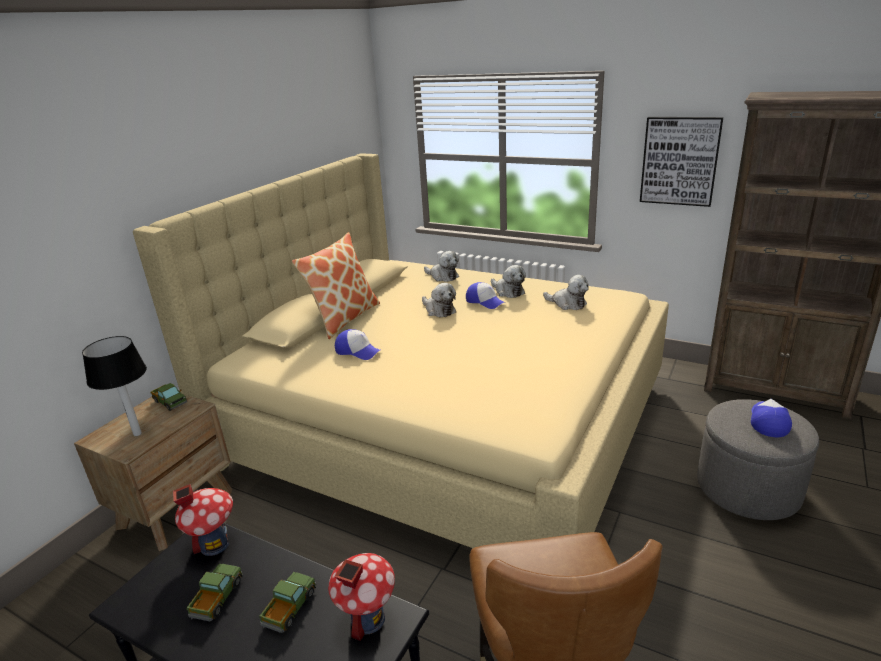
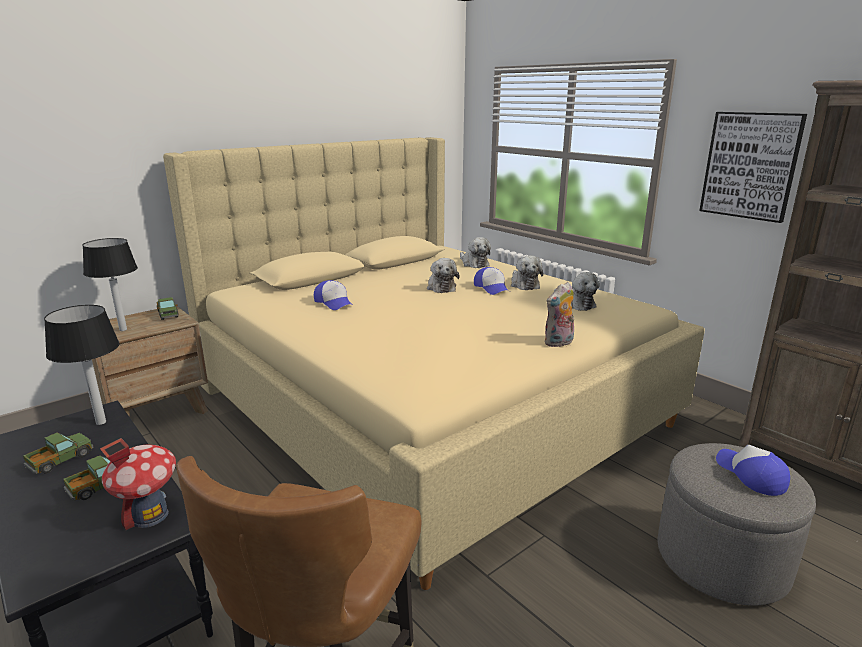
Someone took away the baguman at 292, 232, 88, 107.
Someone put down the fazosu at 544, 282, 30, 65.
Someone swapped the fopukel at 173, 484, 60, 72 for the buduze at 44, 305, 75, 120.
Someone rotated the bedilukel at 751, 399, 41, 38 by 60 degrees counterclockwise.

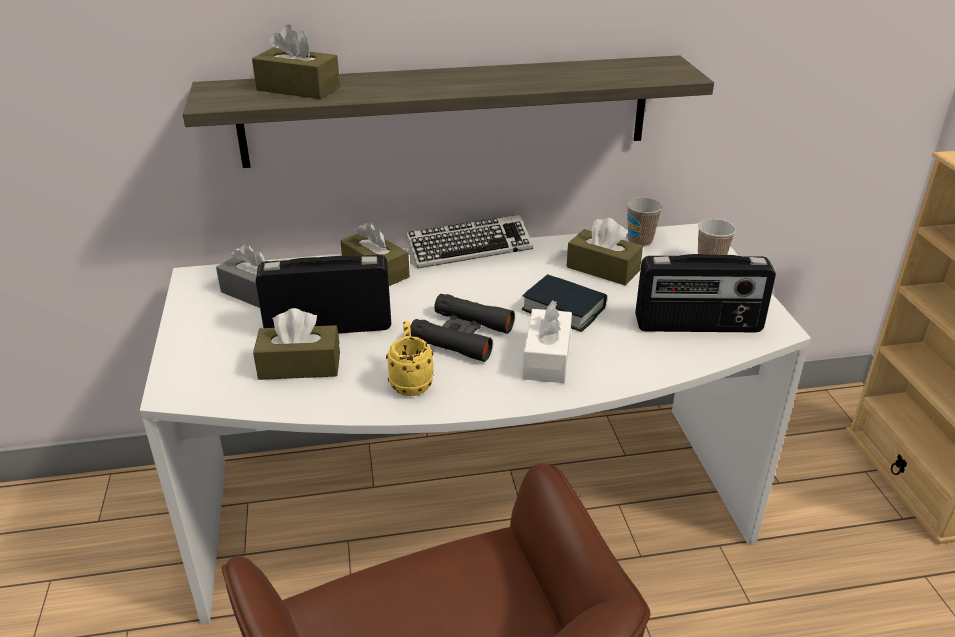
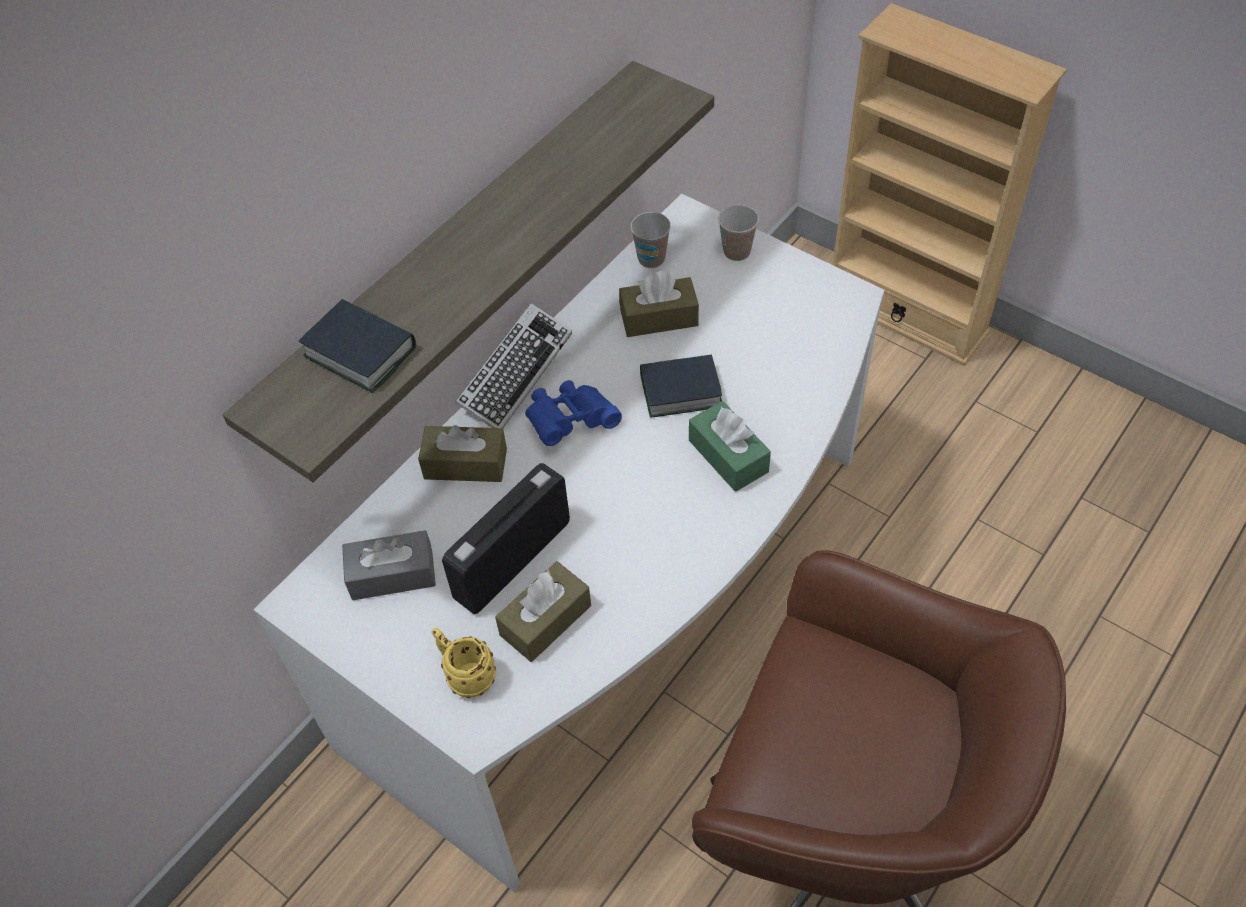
Someone took away the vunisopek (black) at 410, 294, 105, 68.
Someone took away the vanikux at 635, 254, 141, 78.
Someone put down the vunisopek (blue) at 525, 380, 97, 66.
Someone carried the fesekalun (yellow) from 386, 321, 48, 75 to 431, 628, 65, 70.
Someone swapped the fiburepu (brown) at 252, 24, 88, 75 for the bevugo at 299, 299, 117, 94.
Someone repainted the fiburepu (white) at 523, 300, 49, 83, which became the fiburepu (green) at 689, 401, 82, 91.

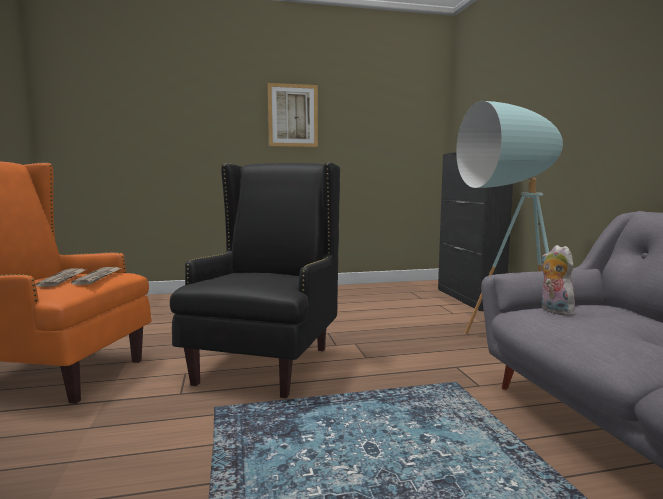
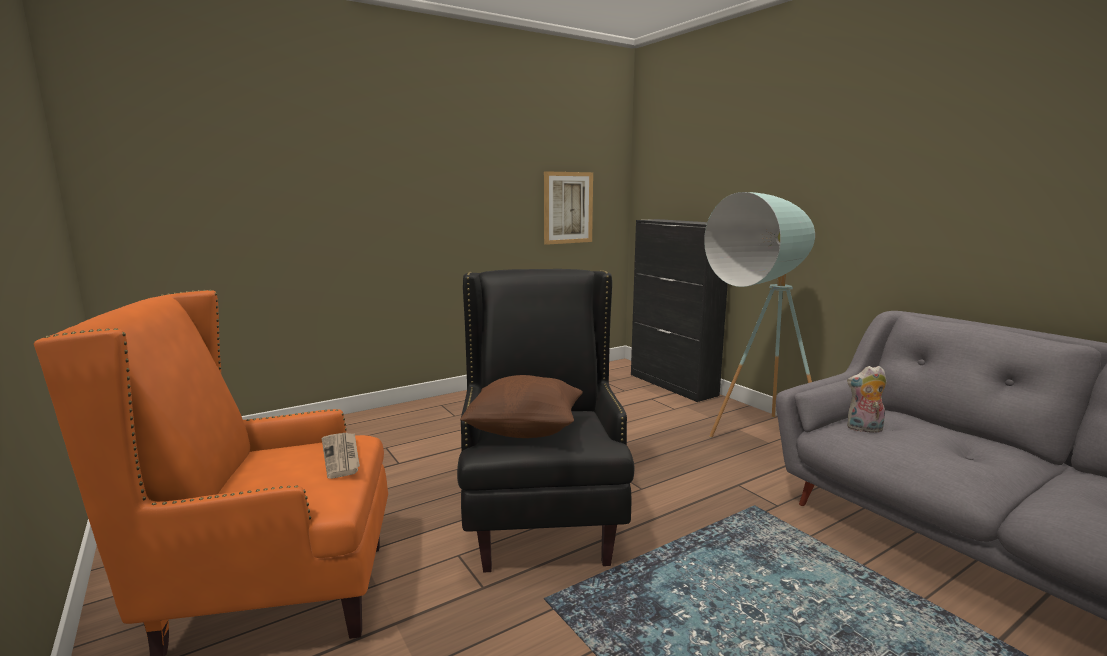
Someone took away the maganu at 36, 268, 52, 19.
Someone put down the baguman (brown) at 460, 375, 123, 63.
Someone carried the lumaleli from 268, 83, 50, 64 to 544, 171, 49, 74.
Someone rotated the fazosu at 541, 245, 35, 71 by 45 degrees counterclockwise.

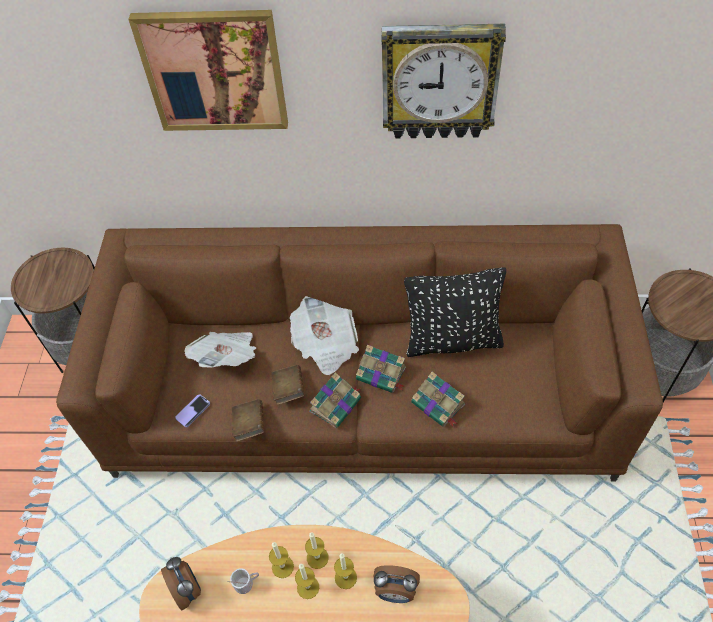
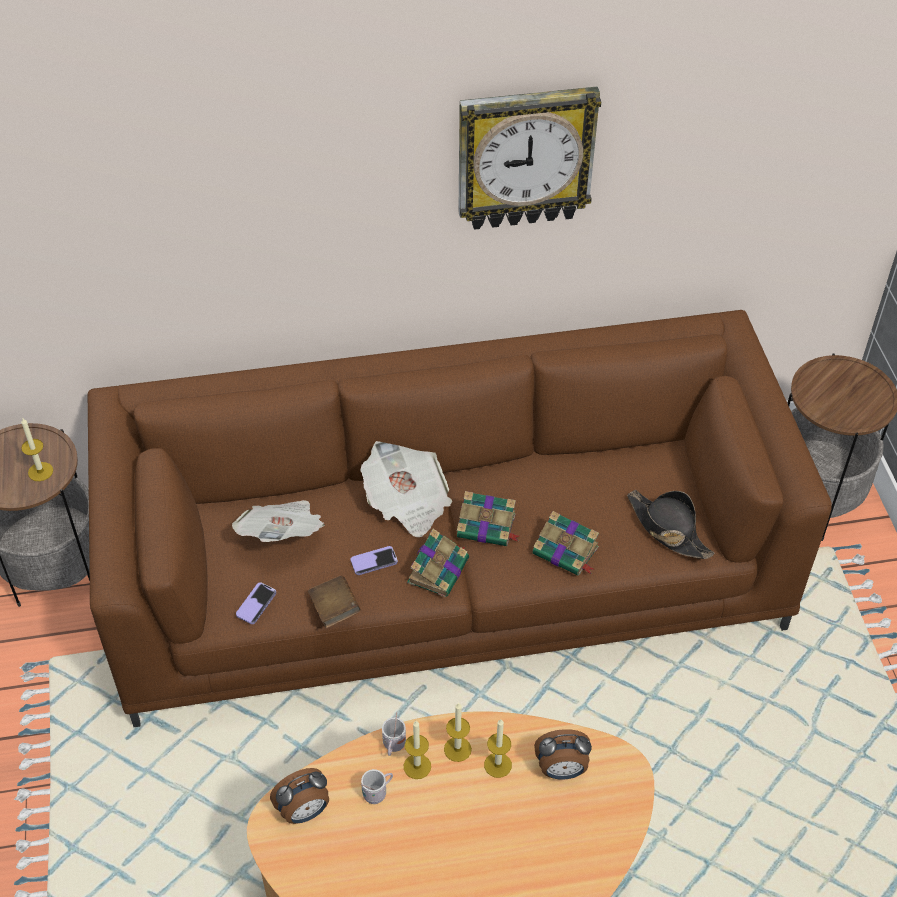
Someone took away the lumaleli at 128, 10, 160, 121.
Someone took away the baguman (black) at 404, 267, 102, 90.
Someone put down the fesekalun (white) at 382, 712, 24, 44.
Someone put down the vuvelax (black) at 627, 490, 88, 69.
Someone carried the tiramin from 295, 564, 24, 35 to 21, 417, 32, 64.
Someone swapped the bevugo (brown) at 271, 365, 33, 40 for the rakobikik at 351, 546, 47, 29.
Someone rotated the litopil at 161, 557, 40, 54 by 105 degrees clockwise.

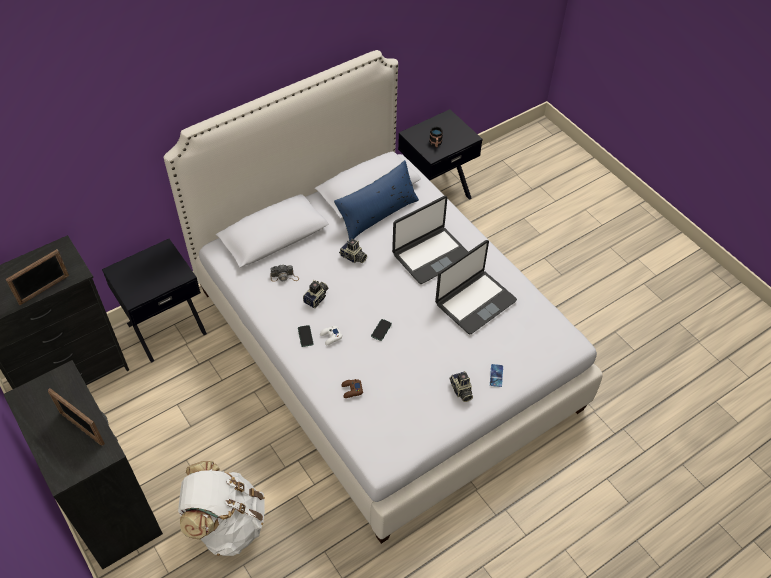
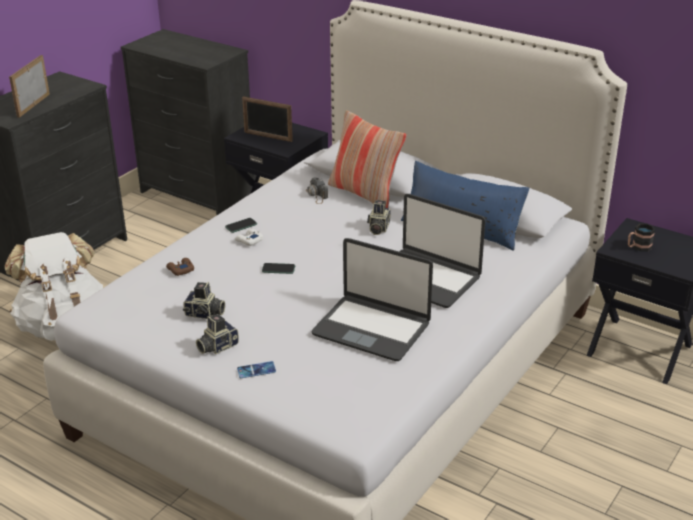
Someone put down the baguman at 328, 110, 78, 98.
Someone carried the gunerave from 6, 249, 63, 56 to 242, 96, 51, 46.
Someone carried the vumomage from 303, 280, 25, 28 to 183, 282, 42, 37.

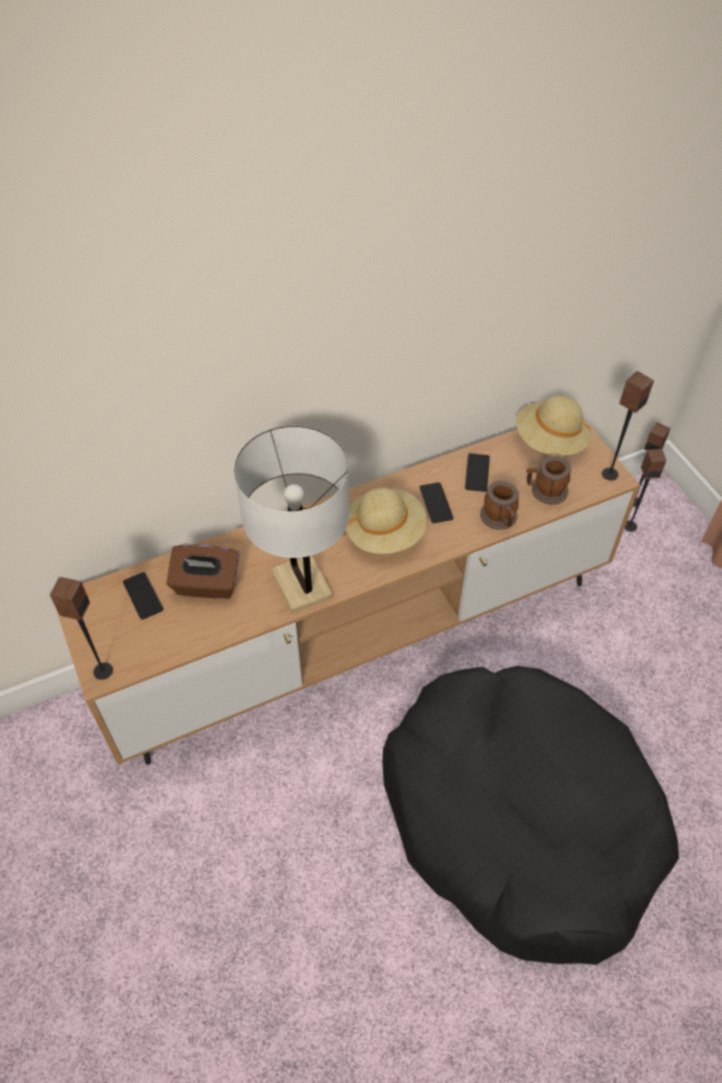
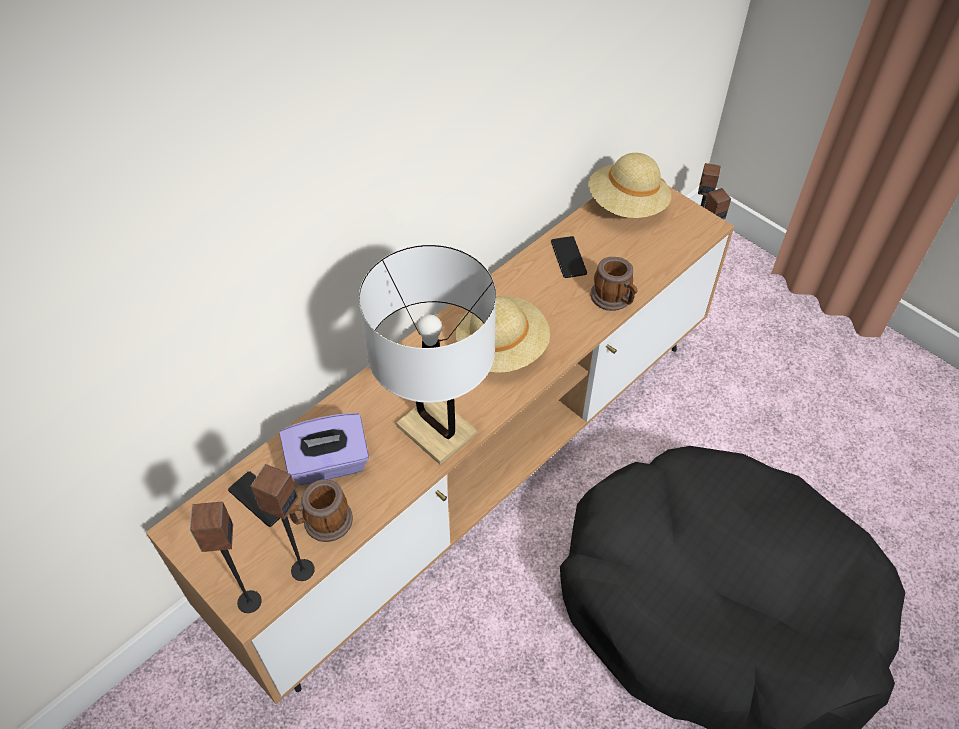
Someone took away the rakobikik at 419, 482, 34, 41.
Someone carried the fesekalun from 527, 456, 44, 49 to 288, 479, 65, 63.
Someone carried the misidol from 602, 371, 52, 110 to 251, 464, 64, 117.
Someone repainted the fiburepu (brown) at 166, 544, 74, 55, which became the fiburepu (purple) at 279, 413, 90, 72.

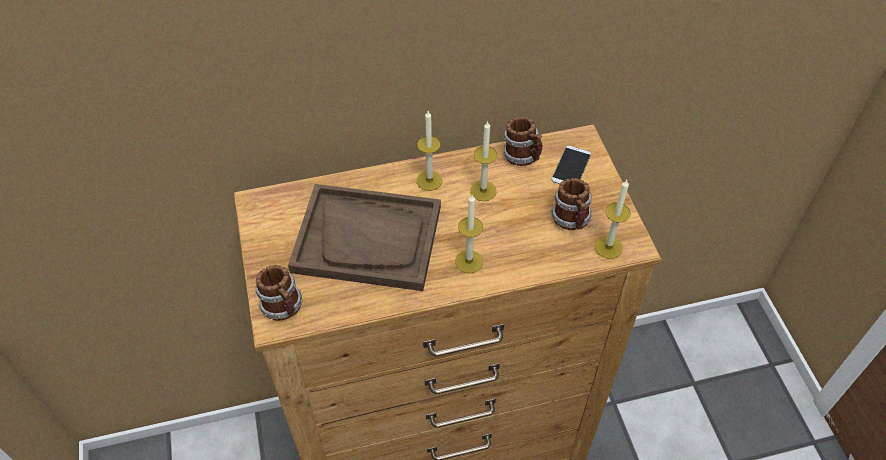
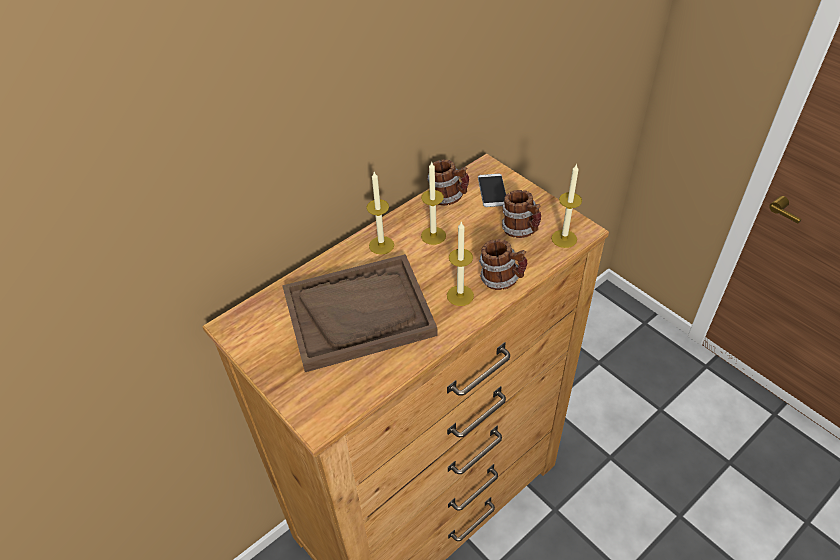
Someone carried the fesekalun from 255, 265, 47, 56 to 479, 239, 48, 51.

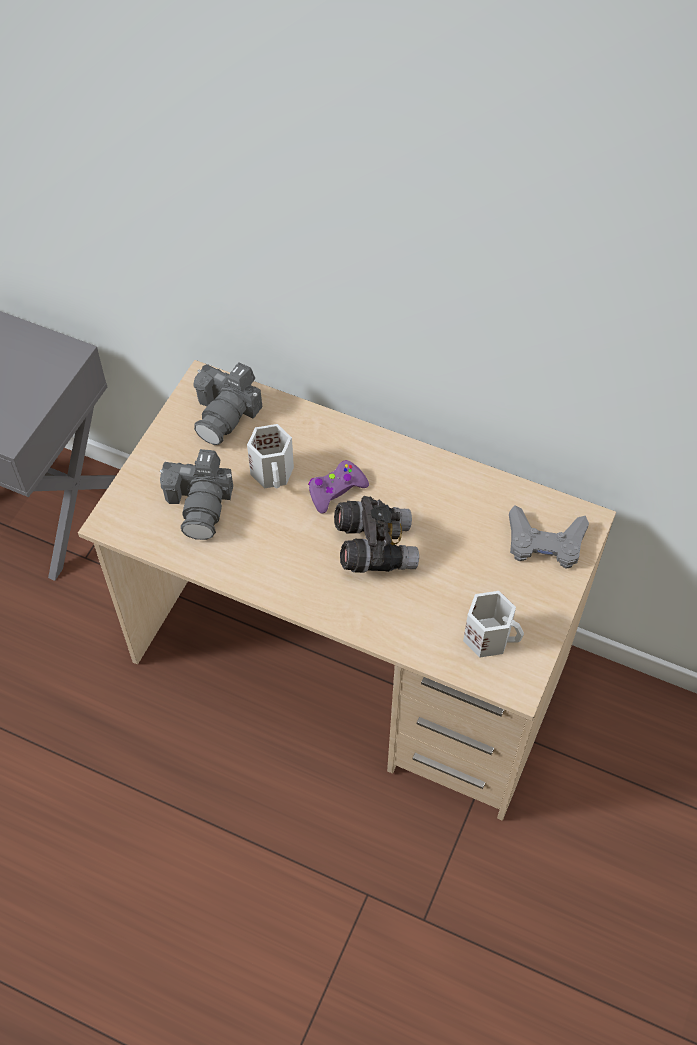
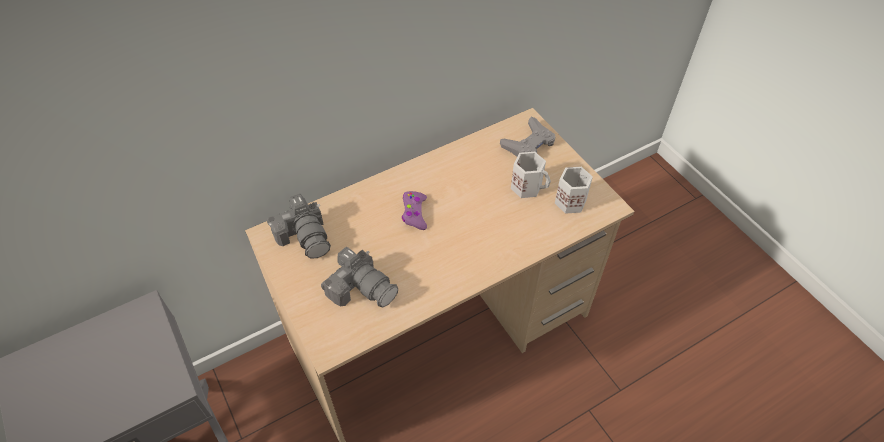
Someone took away the vunisopek (grey) at 334, 496, 85, 77.
Someone carried the fesekalun (white) from 247, 424, 47, 65 to 511, 152, 40, 46.

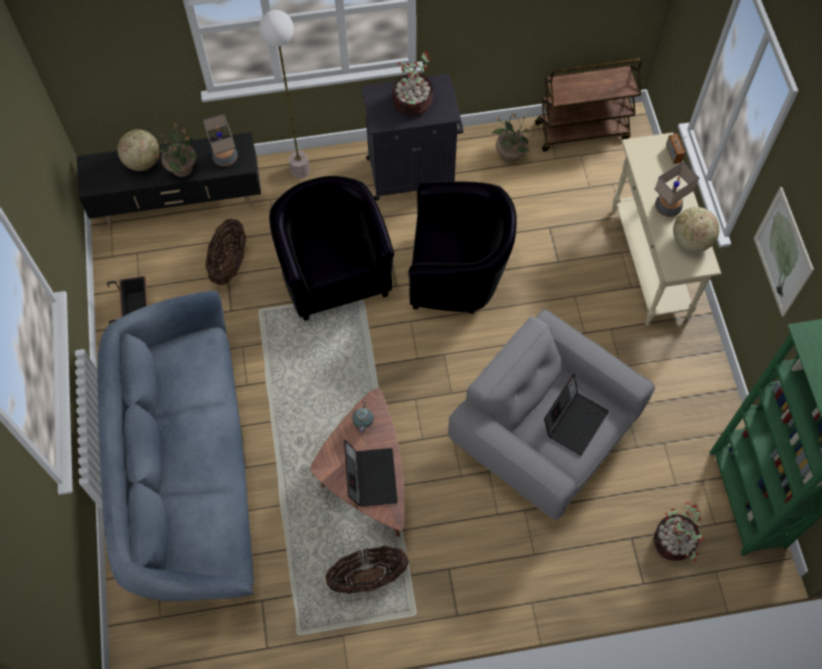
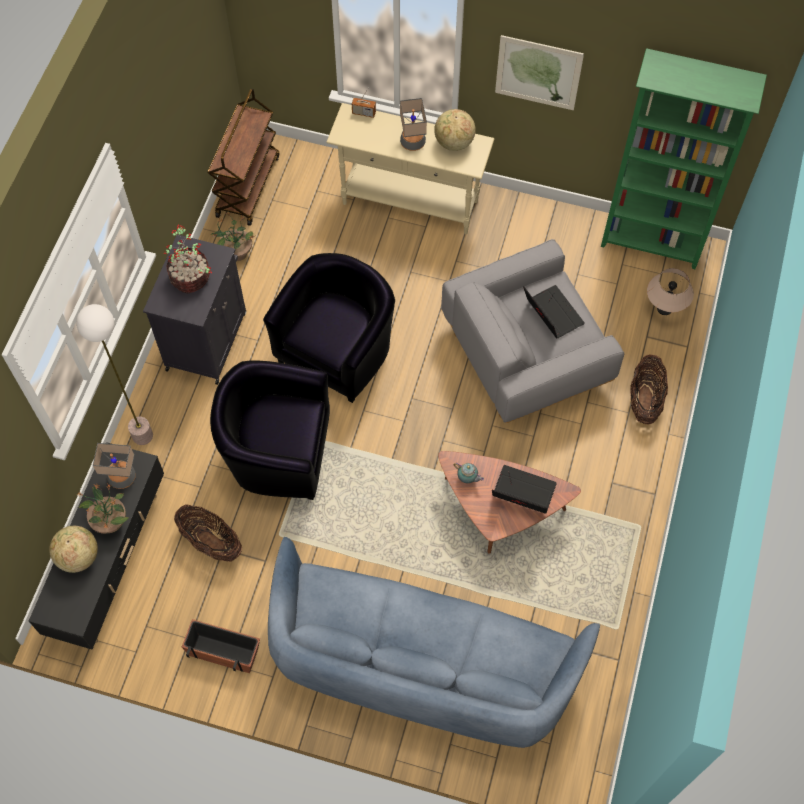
Someone carried the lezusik from 325, 546, 84, 48 to 630, 354, 38, 70.
Someone swapped the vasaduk at 653, 502, 52, 59 for the buduze (beige) at 647, 268, 47, 47.

